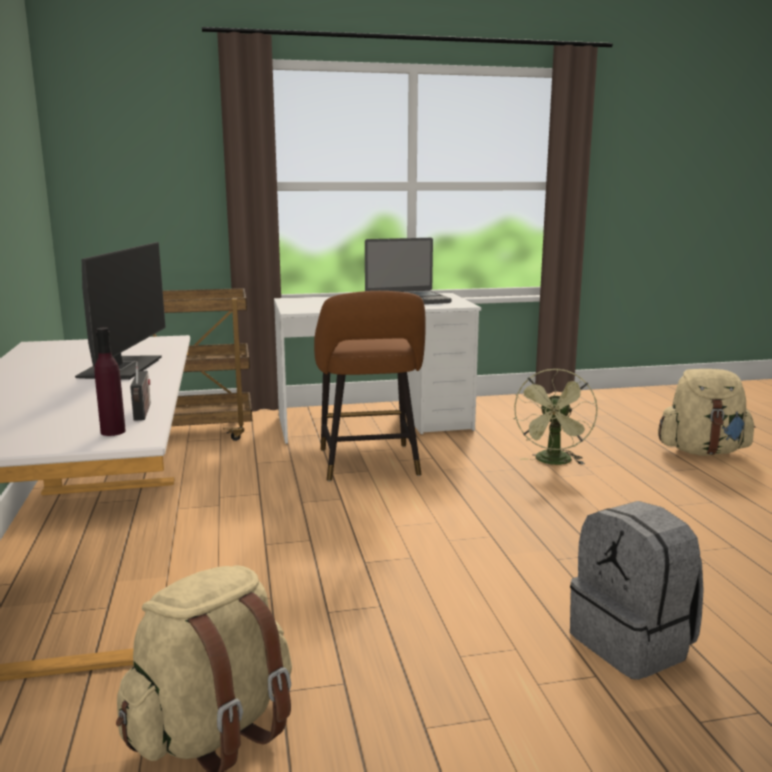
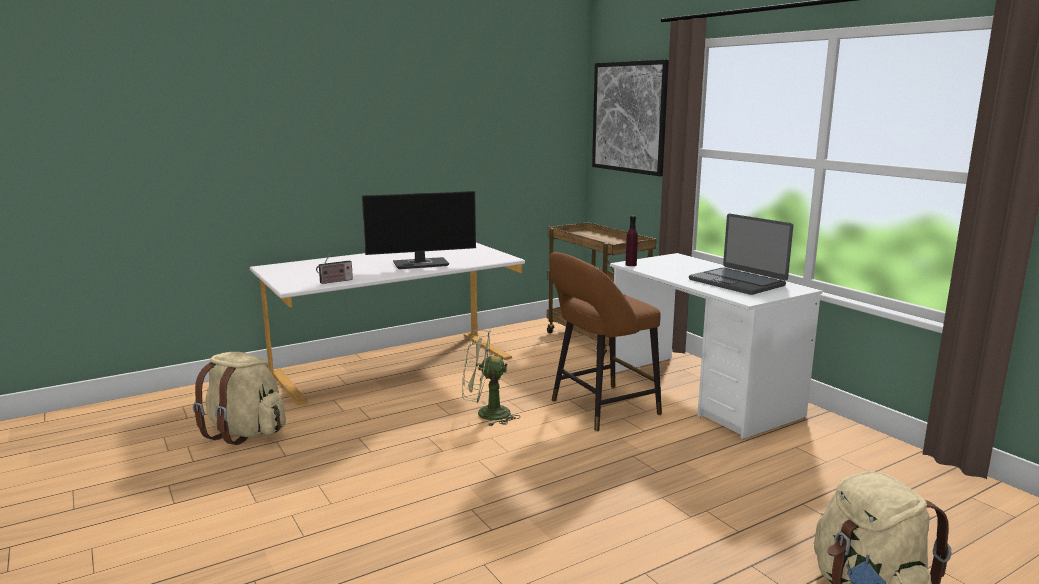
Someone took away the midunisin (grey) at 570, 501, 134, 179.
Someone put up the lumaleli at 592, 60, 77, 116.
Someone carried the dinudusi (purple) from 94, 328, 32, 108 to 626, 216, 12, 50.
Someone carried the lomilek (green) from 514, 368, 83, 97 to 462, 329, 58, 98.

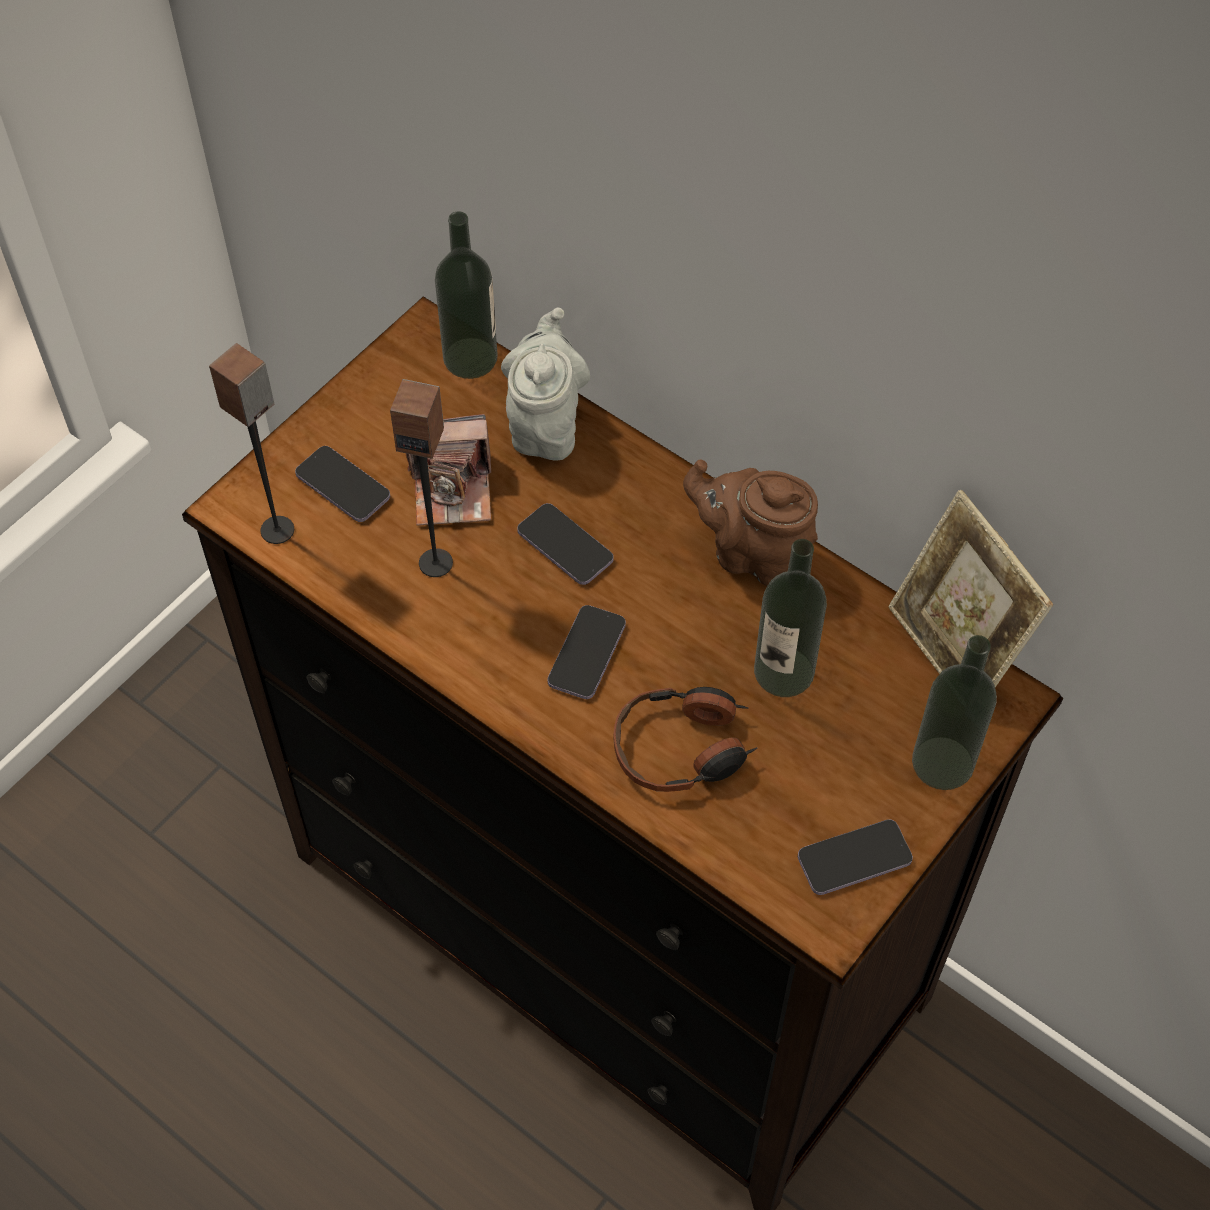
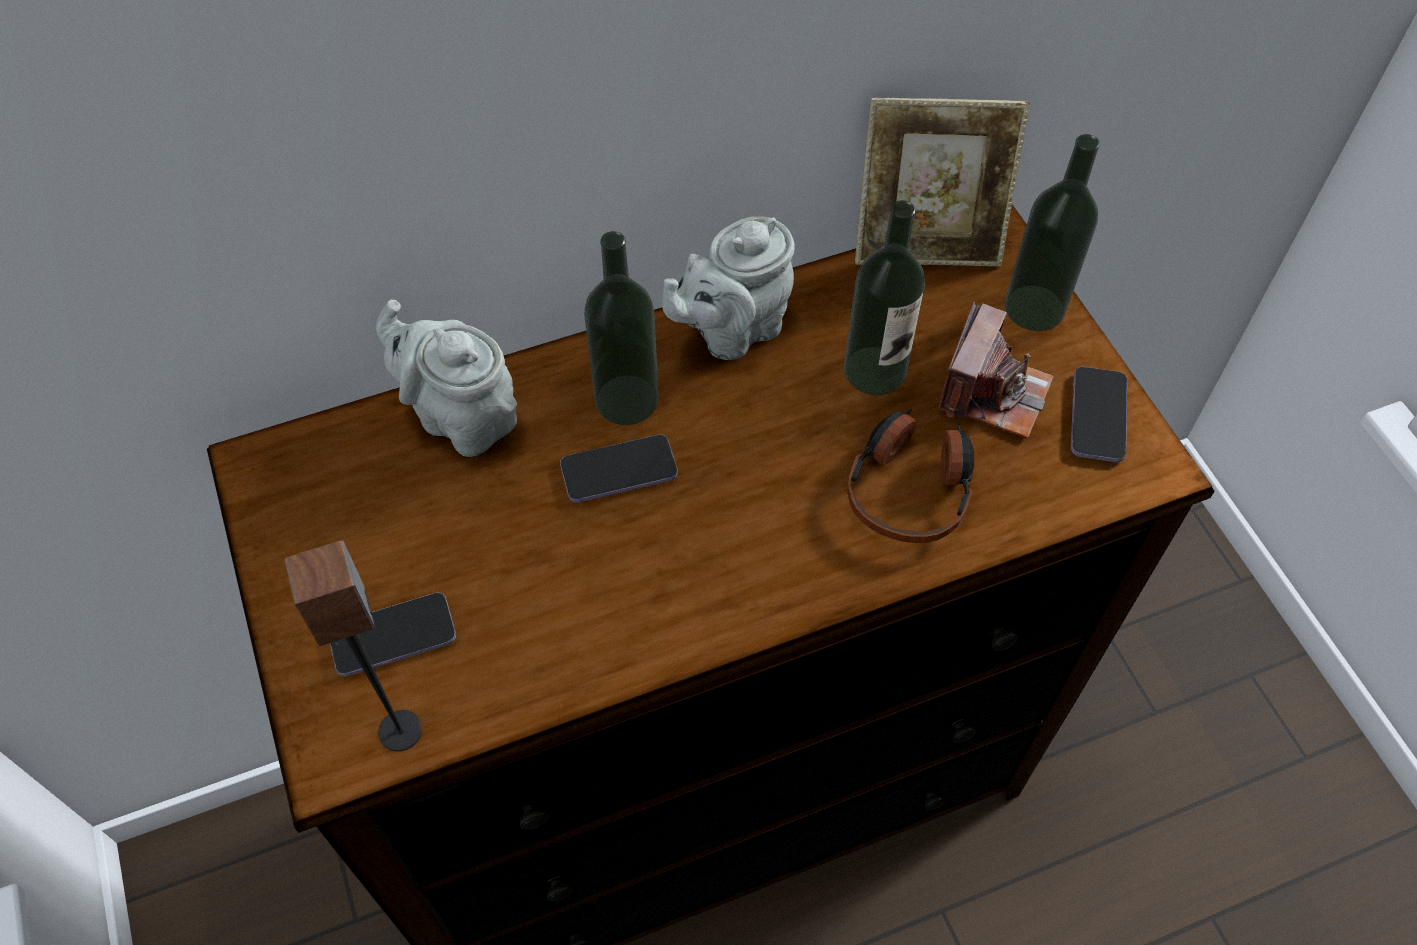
Someone took away the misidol at 390, 379, 63, 198.
Someone took away the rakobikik at 547, 605, 79, 94.
Someone carried the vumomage from 406, 414, 85, 111 to 938, 302, 116, 136.
Someone carried the dinudusi from 435, 211, 63, 168 to 584, 231, 75, 194.
Someone repainted the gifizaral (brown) at 683, 459, 135, 127, which became the gifizaral (grey) at 662, 217, 133, 143.

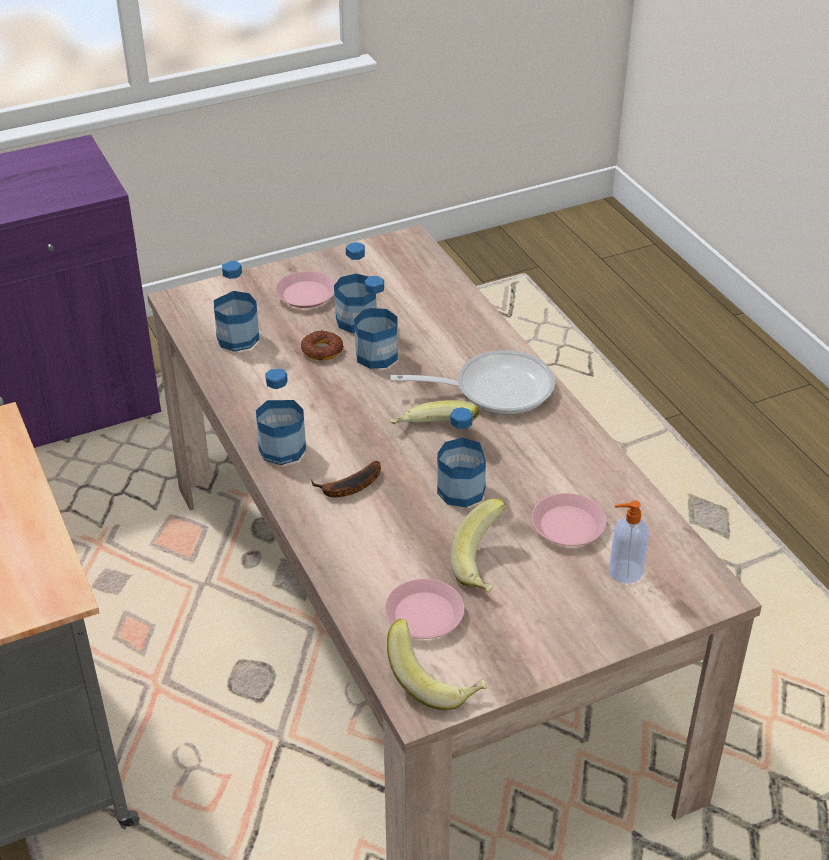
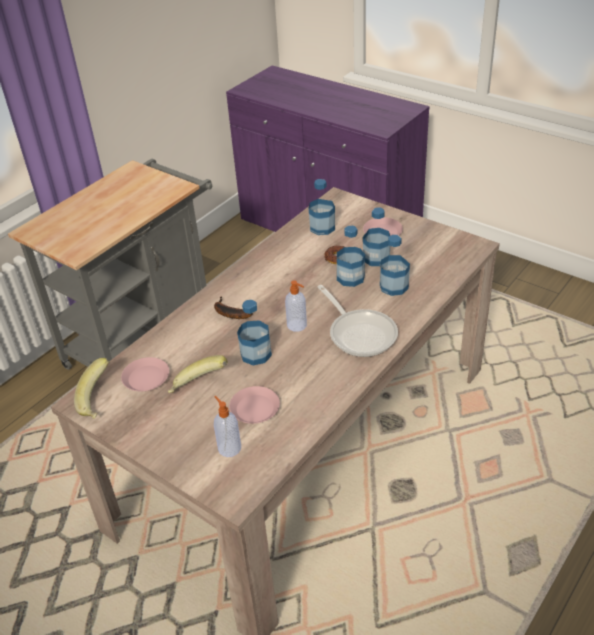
Someone carried the dinudusi from 256, 369, 50, 96 to 380, 235, 30, 61.
Someone swapped the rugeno at 390, 400, 89, 24 for the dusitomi at 285, 280, 22, 52.

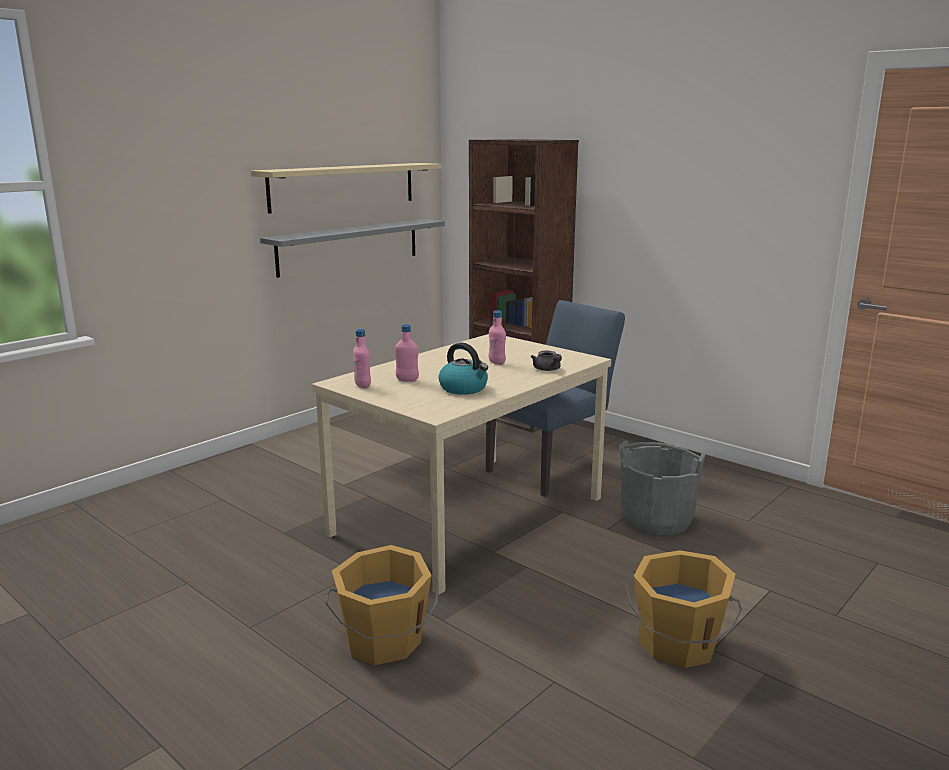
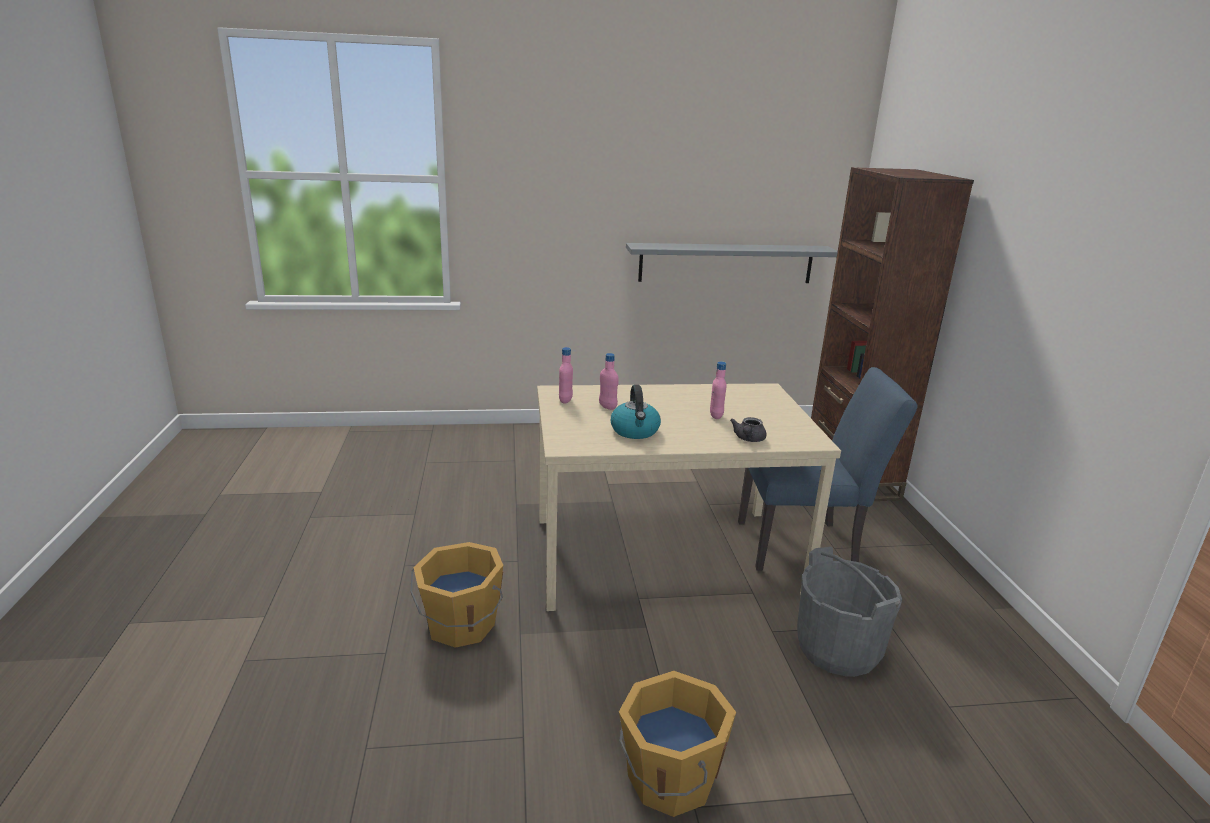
Someone took away the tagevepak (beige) at 251, 163, 191, 51.

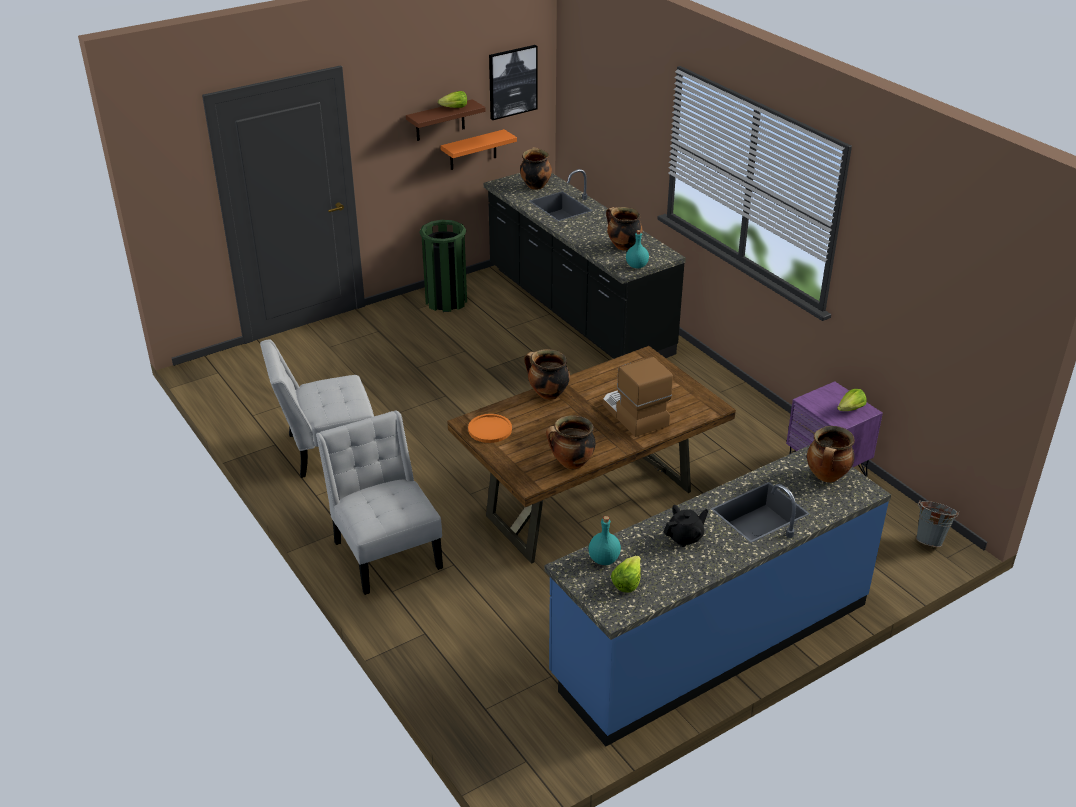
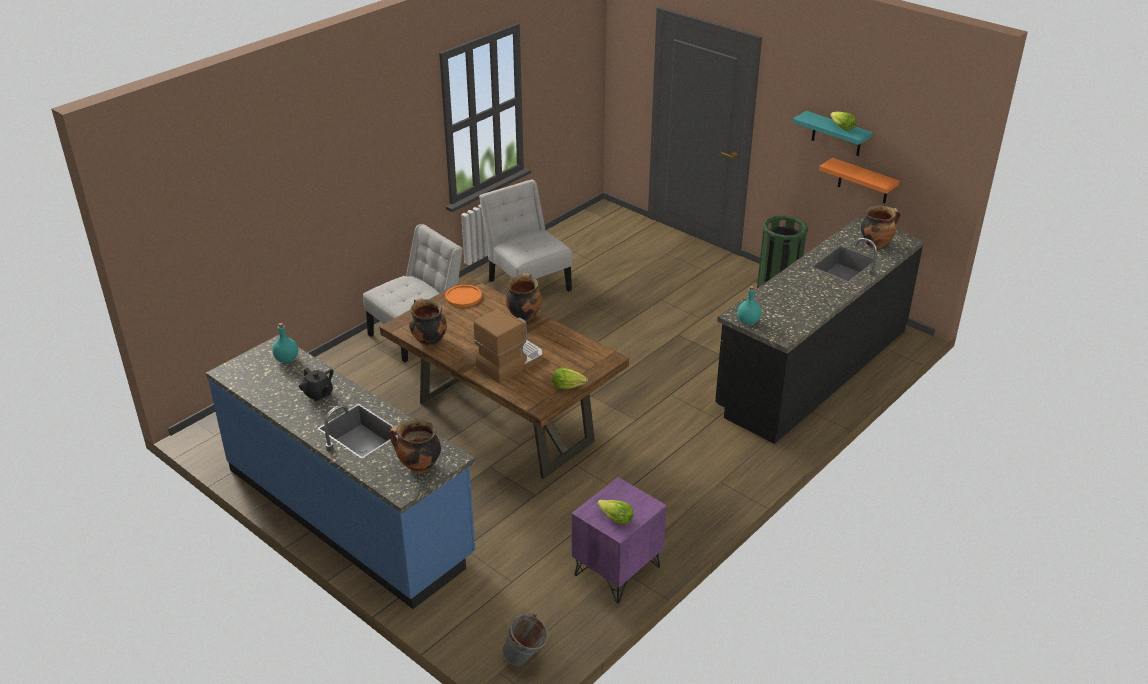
Someone took away the lumaleli at 489, 45, 48, 75.
Someone took away the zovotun at 606, 207, 37, 44.
Someone carried the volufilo from 611, 556, 30, 37 to 552, 367, 36, 22.
Someone repainted the tagevepak (brown) at 406, 99, 80, 42, which became the tagevepak (turquoise) at 792, 111, 81, 45.

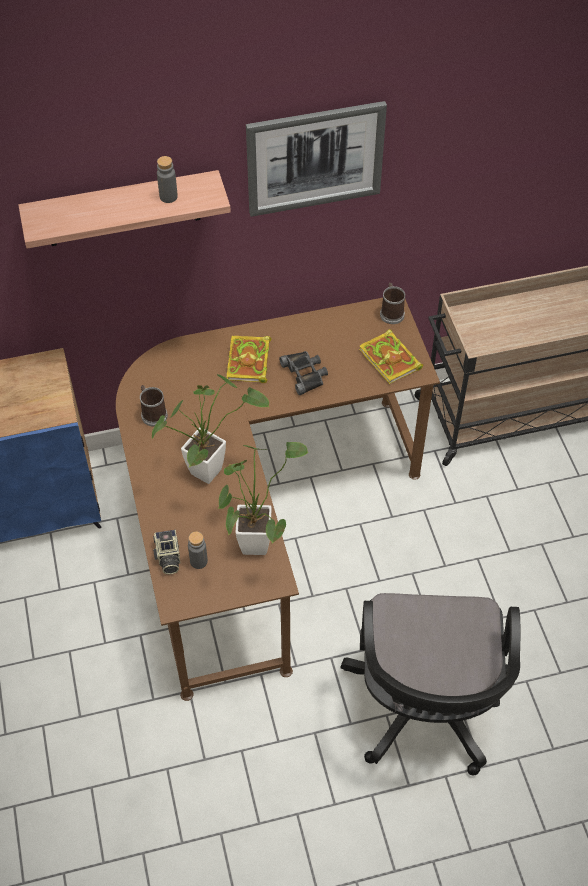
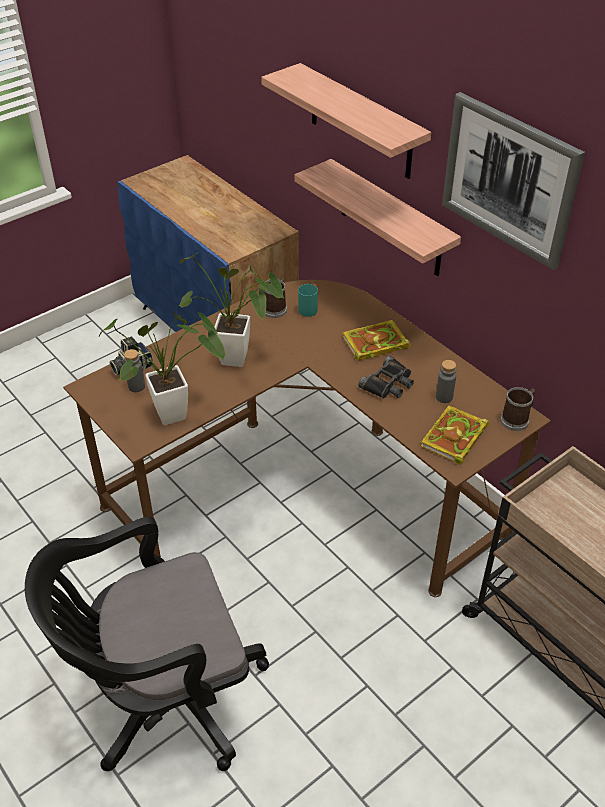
Someone put up the tagevepak at 294, 159, 167, 117.
Someone put down the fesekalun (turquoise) at 298, 284, 20, 33.
Someone carried the dinudusi (grey) from 157, 156, 21, 47 to 436, 360, 20, 43.

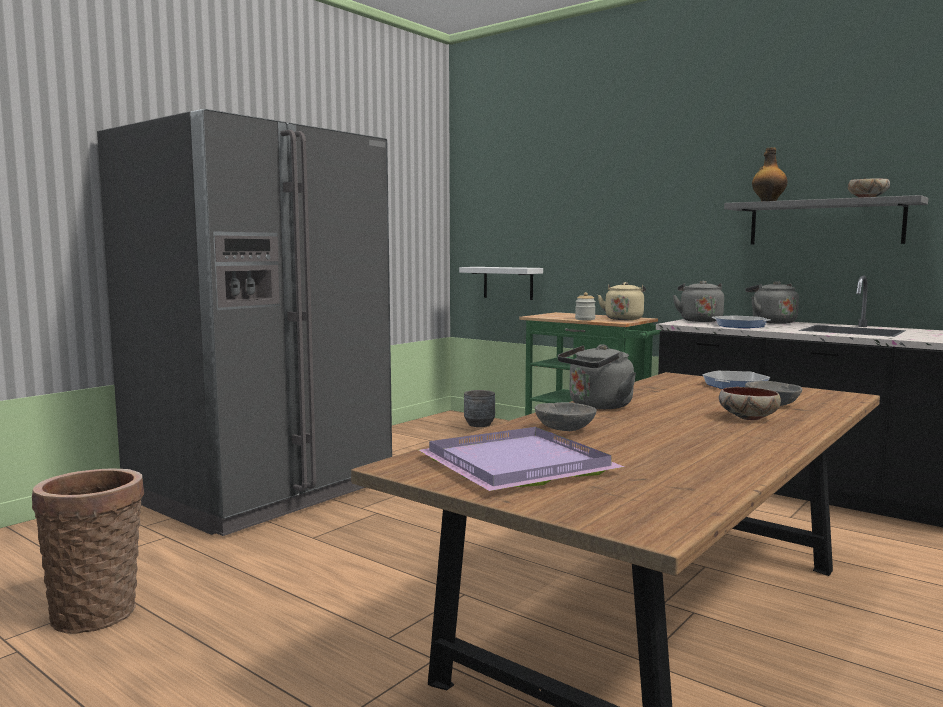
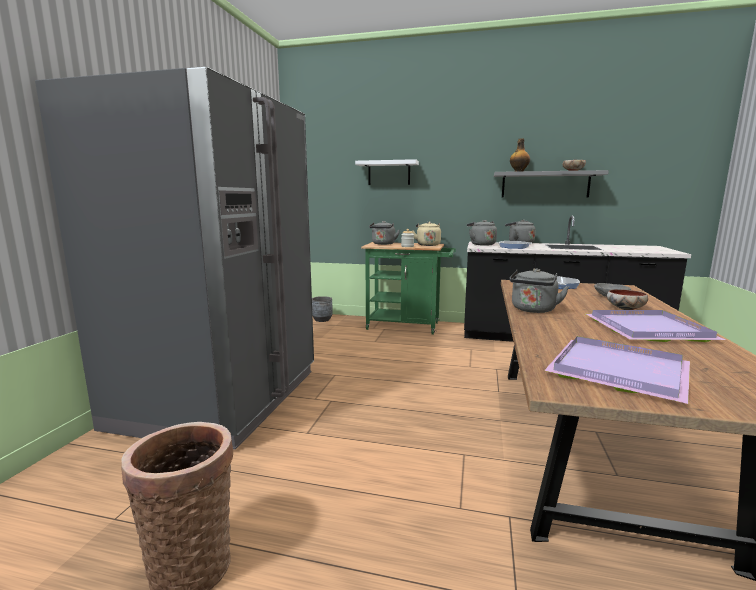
Someone took away the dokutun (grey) at 535, 402, 62, 29.
Someone put down the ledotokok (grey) at 369, 221, 31, 24.
Someone put down the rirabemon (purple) at 586, 310, 140, 32.
Someone carried the tagevepak (white) from 459, 267, 84, 33 to 355, 159, 64, 26.

